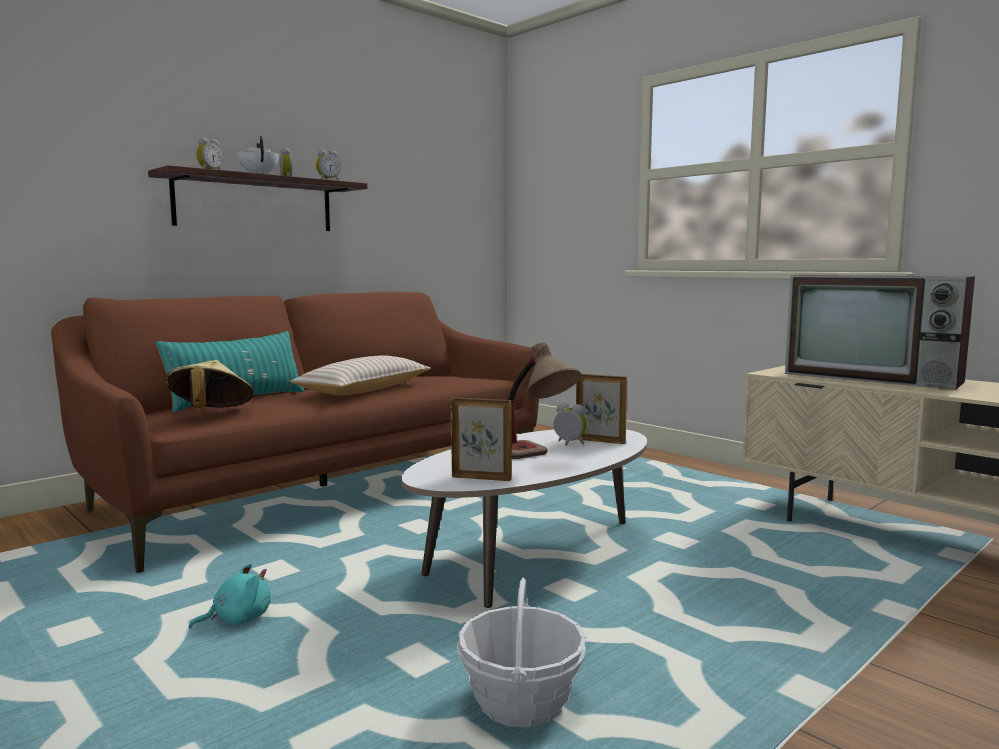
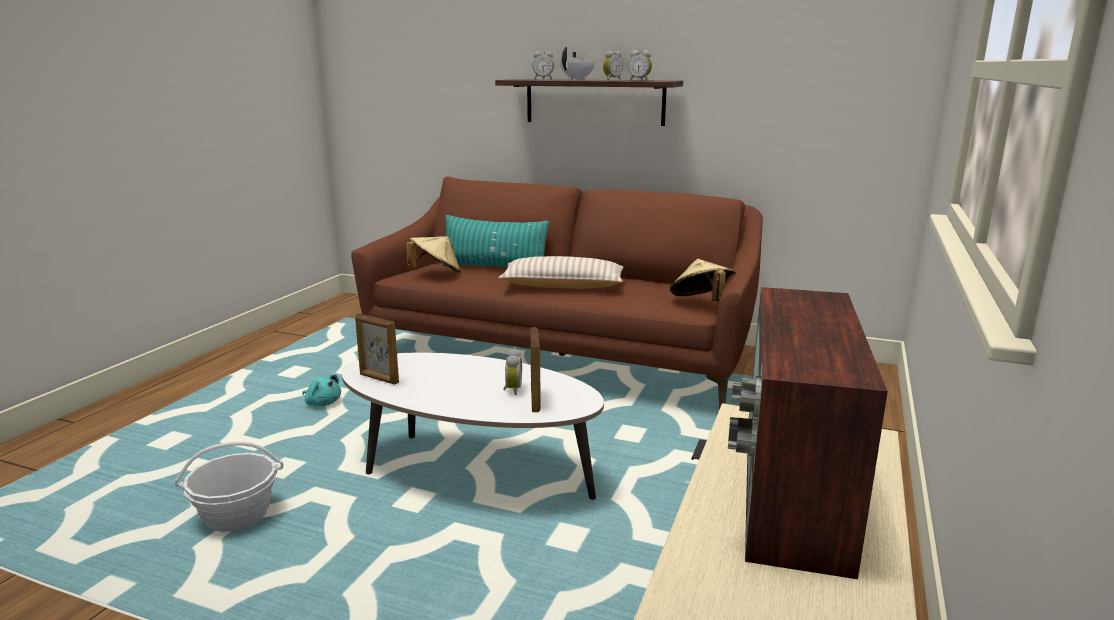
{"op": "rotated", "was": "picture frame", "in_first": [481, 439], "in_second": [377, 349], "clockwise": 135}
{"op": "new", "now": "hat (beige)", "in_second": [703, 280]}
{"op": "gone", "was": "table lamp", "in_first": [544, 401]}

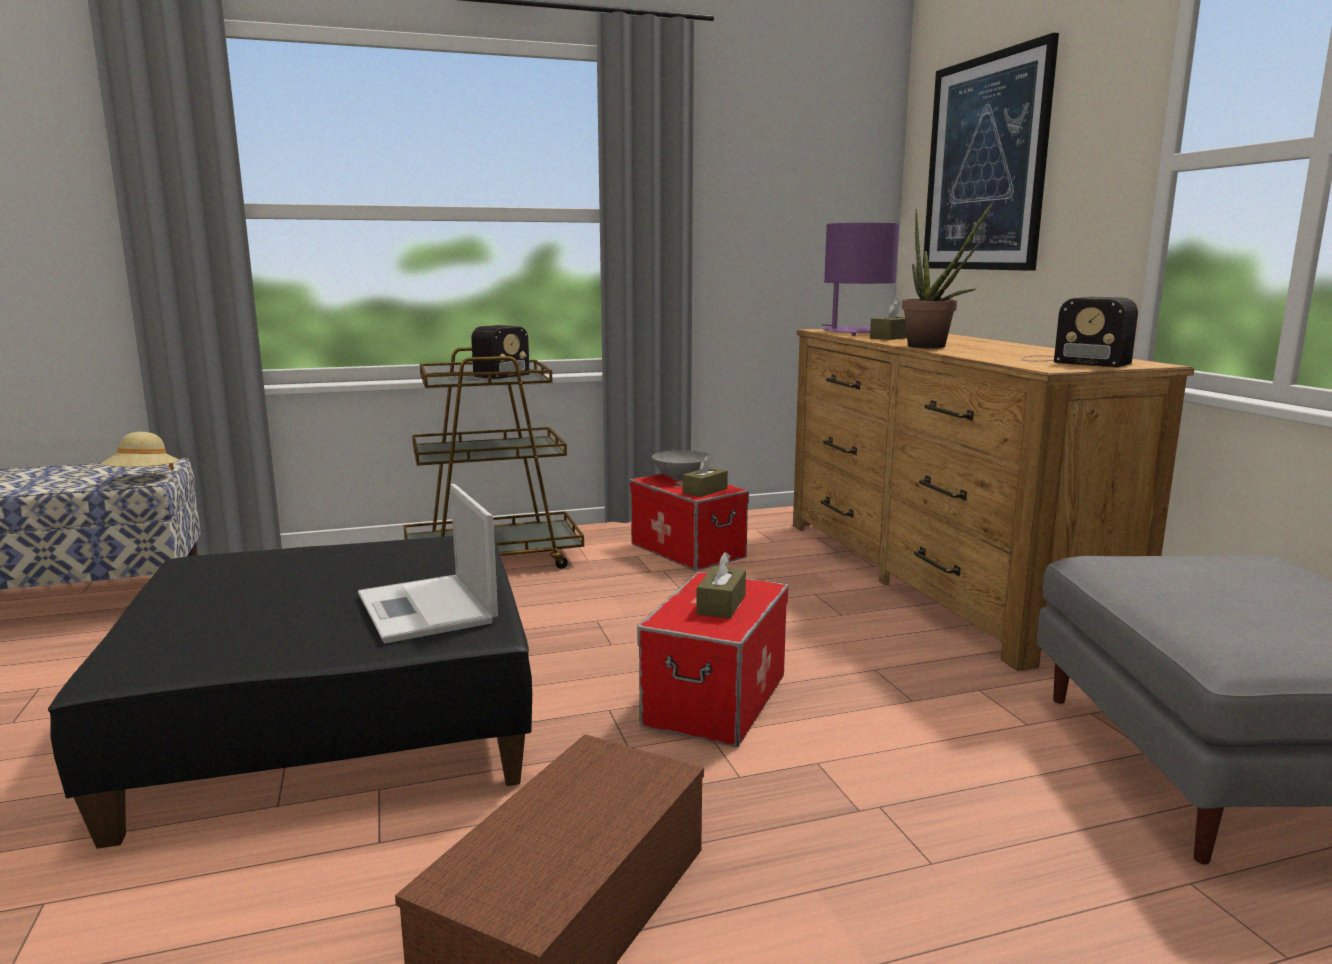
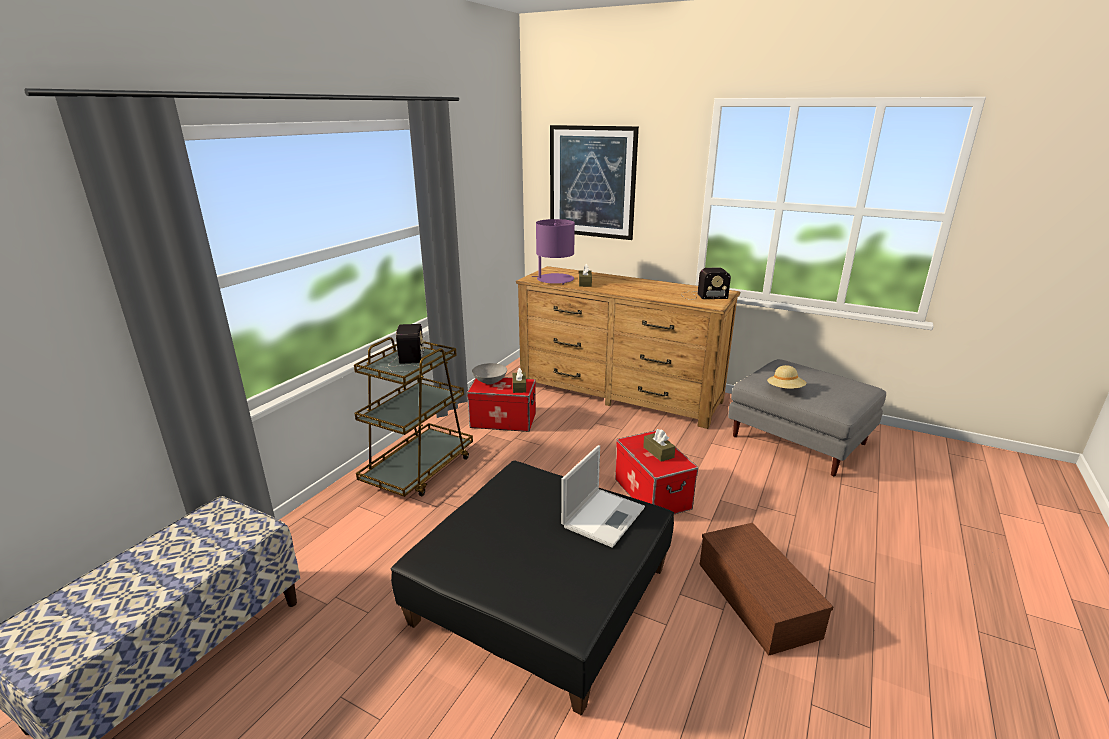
{"op": "rotated", "was": "laptop", "in_first": [428, 563], "in_second": [603, 496], "clockwise": -75}
{"op": "shifted", "was": "hat (beige)", "in_first": [140, 451], "in_second": [786, 377]}
{"op": "gone", "was": "potted plant", "in_first": [948, 274]}

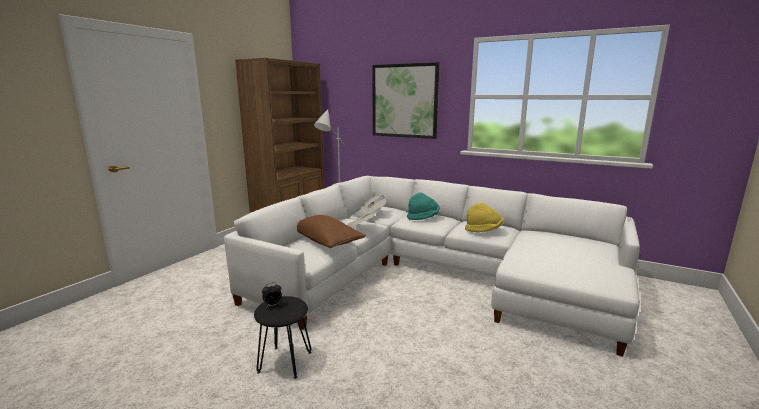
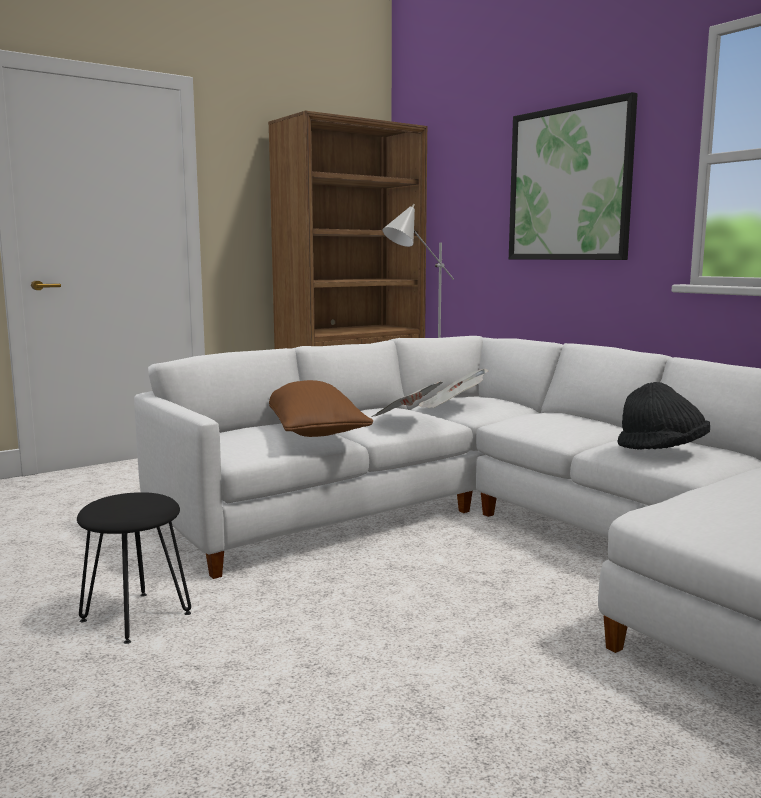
{"op": "repainted", "was": "hat (yellow)", "now": "hat (black)", "in_first": [484, 217], "in_second": [663, 416]}
{"op": "gone", "was": "alarm clock", "in_first": [272, 294]}
{"op": "gone", "was": "hat (turquoise)", "in_first": [423, 206]}

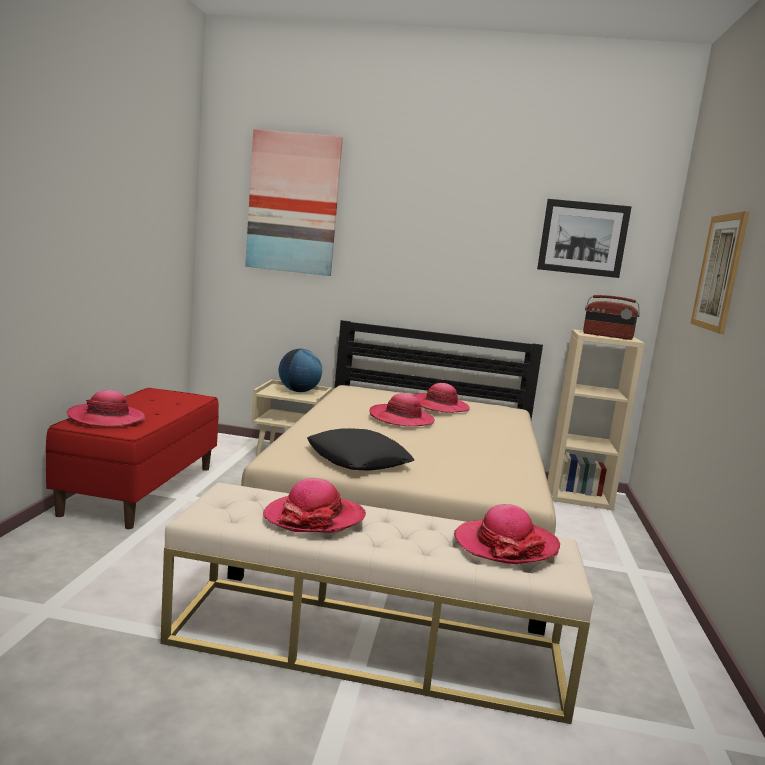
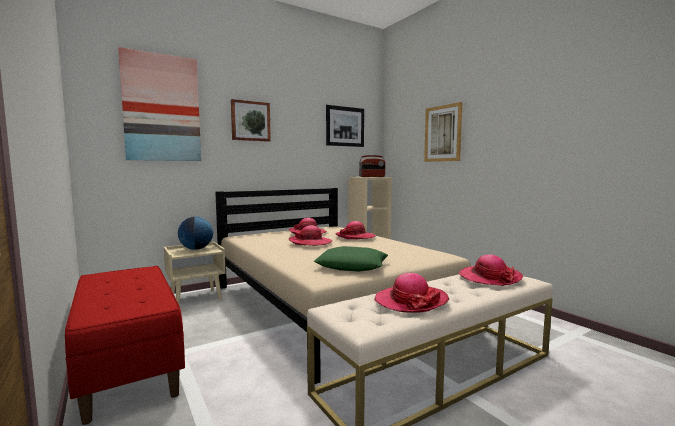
{"op": "new", "now": "picture", "in_second": [251, 120]}
{"op": "repainted", "was": "pillow (black)", "now": "pillow (green)", "in_first": [360, 449], "in_second": [351, 258]}
{"op": "shifted", "was": "hat", "in_first": [106, 408], "in_second": [355, 230]}

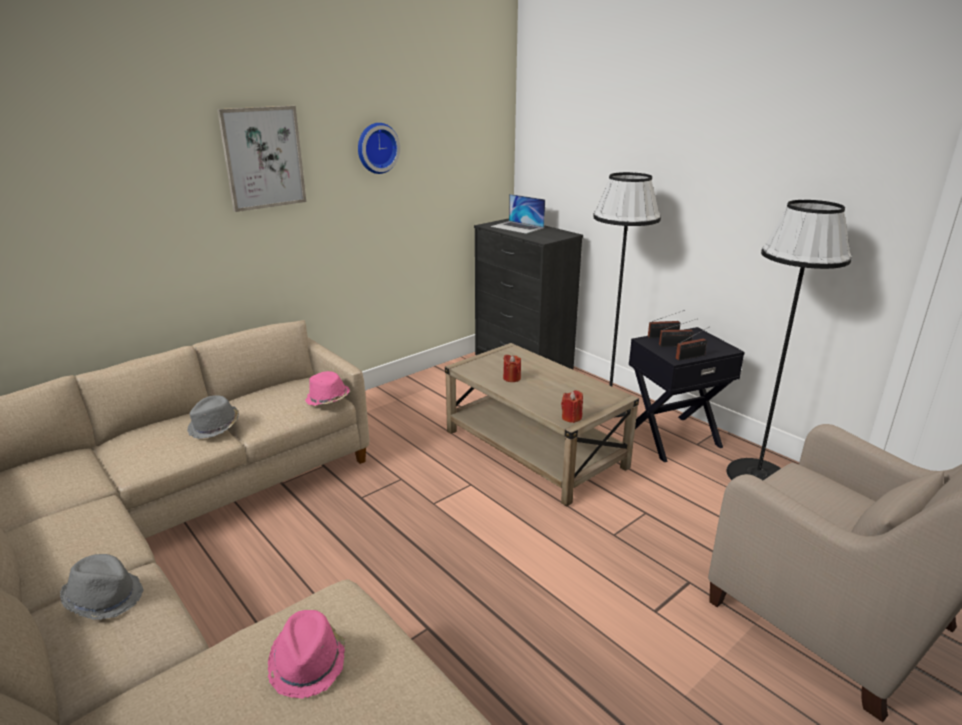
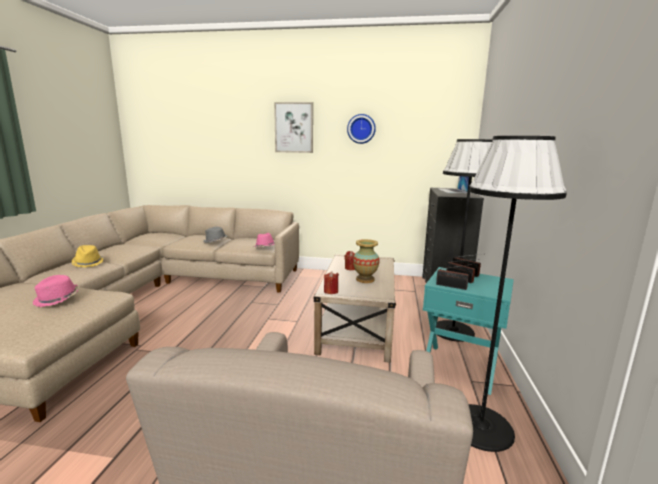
{"op": "repainted", "was": "hat (grey)", "now": "hat (yellow)", "in_first": [101, 587], "in_second": [88, 256]}
{"op": "new", "now": "vase", "in_second": [366, 261]}
{"op": "repainted", "was": "side table (black)", "now": "side table (turquoise)", "in_first": [687, 394], "in_second": [468, 331]}

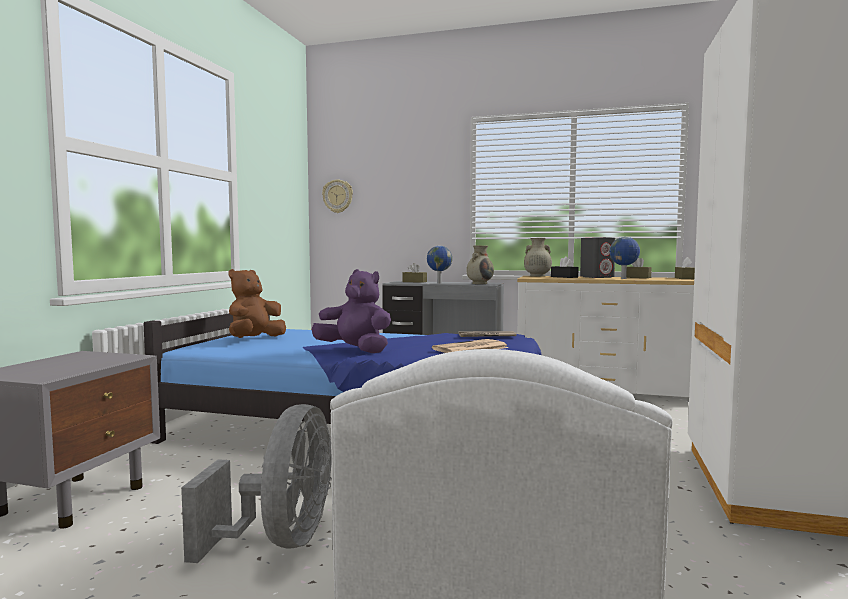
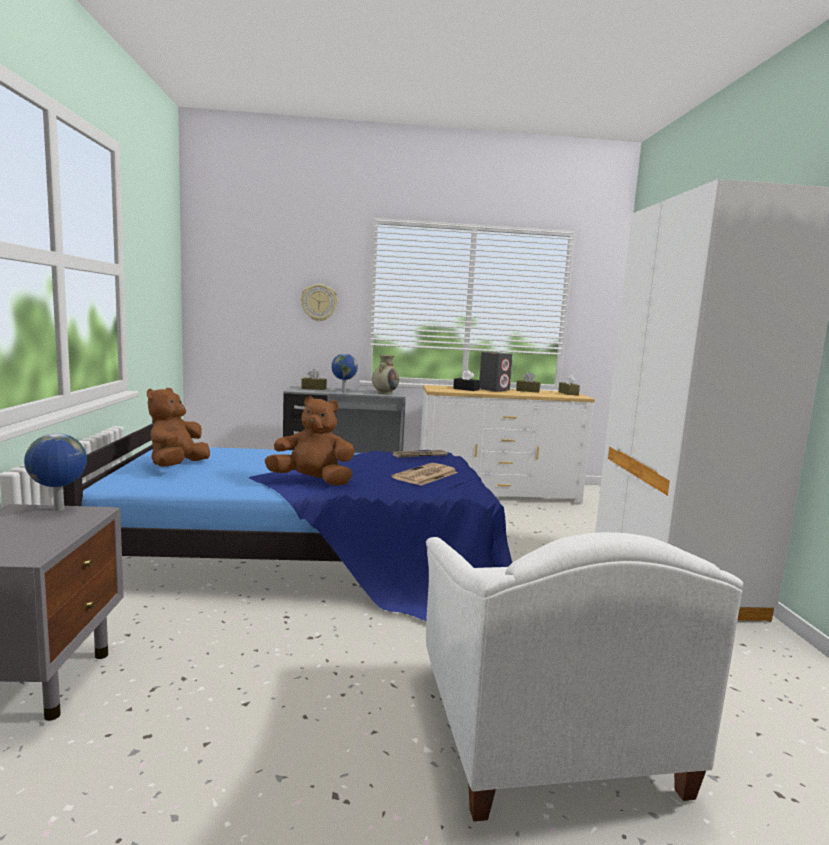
{"op": "shifted", "was": "globe", "in_first": [625, 258], "in_second": [55, 472]}
{"op": "repainted", "was": "plush toy (purple)", "now": "plush toy (brown)", "in_first": [351, 311], "in_second": [310, 441]}
{"op": "shifted", "was": "wall clock", "in_first": [337, 196], "in_second": [319, 302]}
{"op": "gone", "was": "fan (grey)", "in_first": [256, 483]}
{"op": "gone", "was": "vase (beige)", "in_first": [538, 257]}

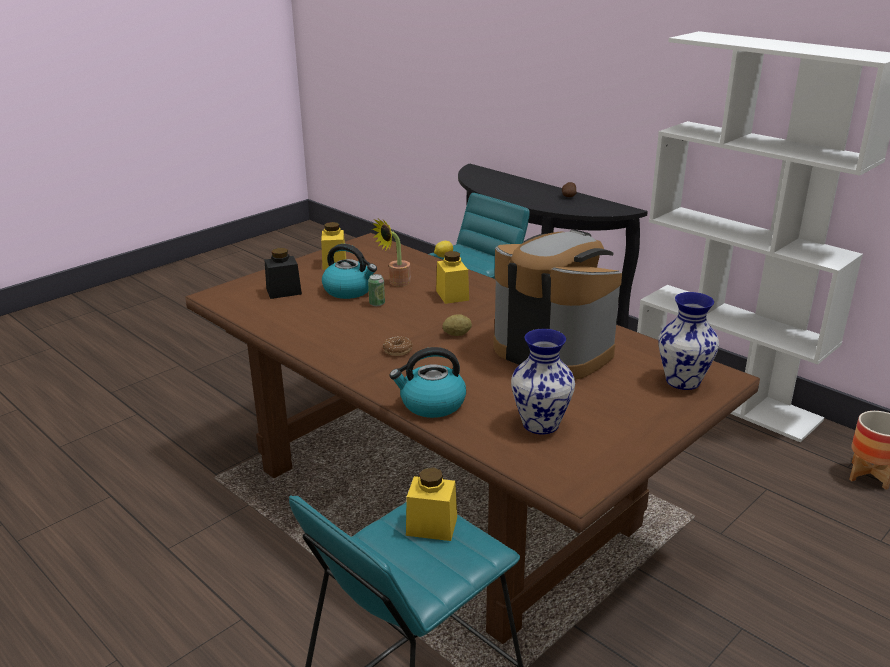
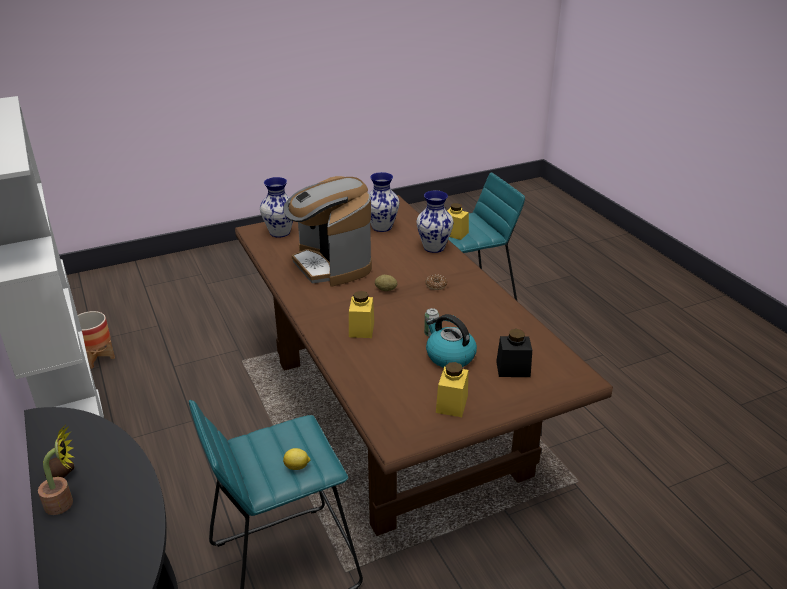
{"op": "shifted", "was": "potted plant", "in_first": [391, 252], "in_second": [55, 470]}
{"op": "swapped", "was": "kettle", "now": "vase", "in_first": [427, 382], "in_second": [435, 222]}

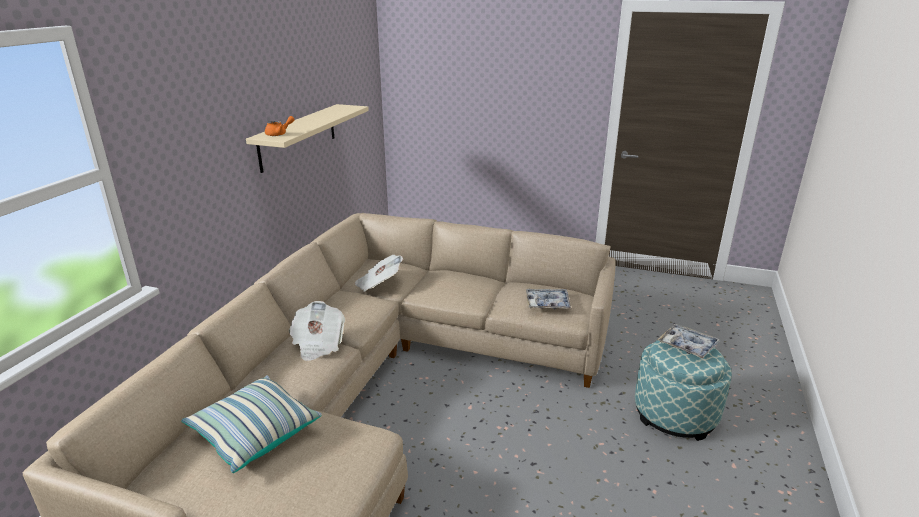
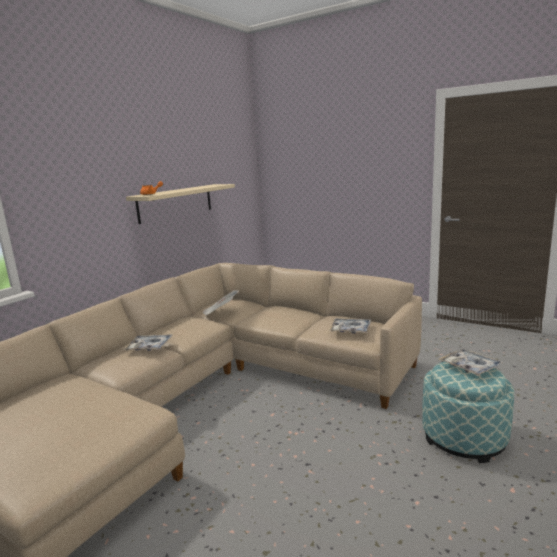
{"op": "swapped", "was": "newspaper", "now": "tray", "in_first": [317, 331], "in_second": [147, 343]}
{"op": "gone", "was": "pillow", "in_first": [251, 424]}

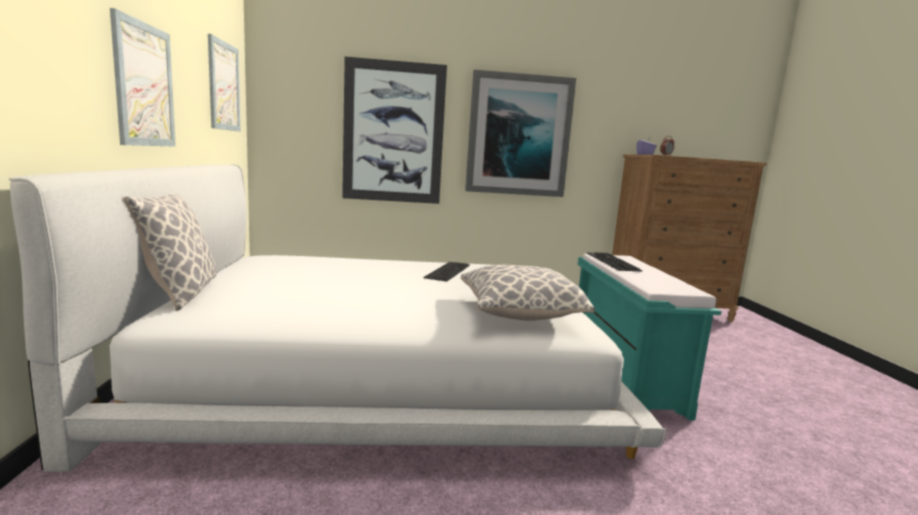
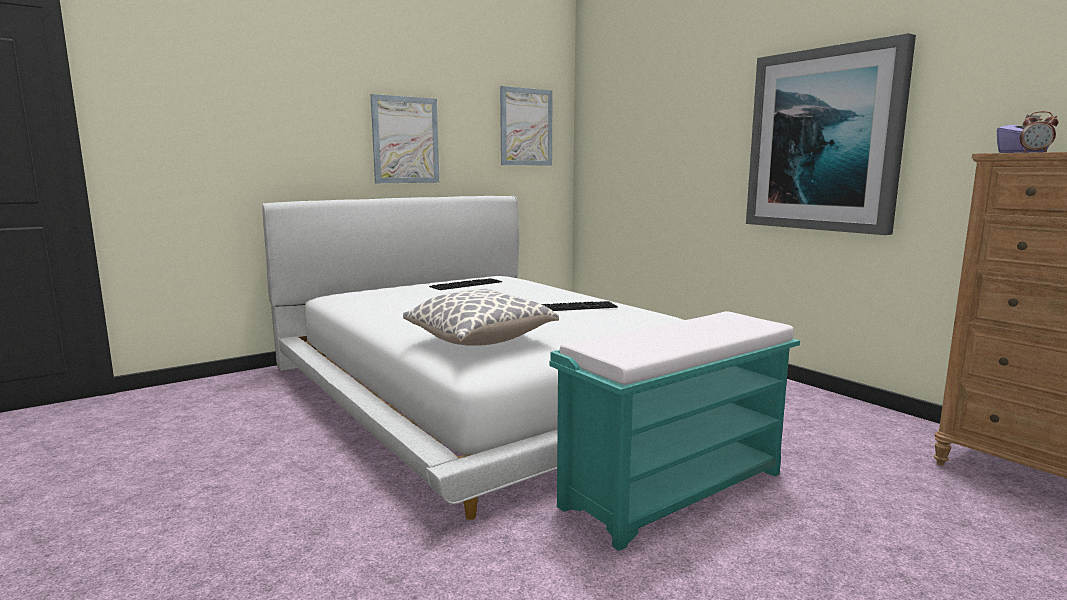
{"op": "shifted", "was": "keyboard", "in_first": [614, 261], "in_second": [465, 284]}
{"op": "gone", "was": "pillow", "in_first": [169, 252]}
{"op": "gone", "was": "picture", "in_first": [394, 130]}

